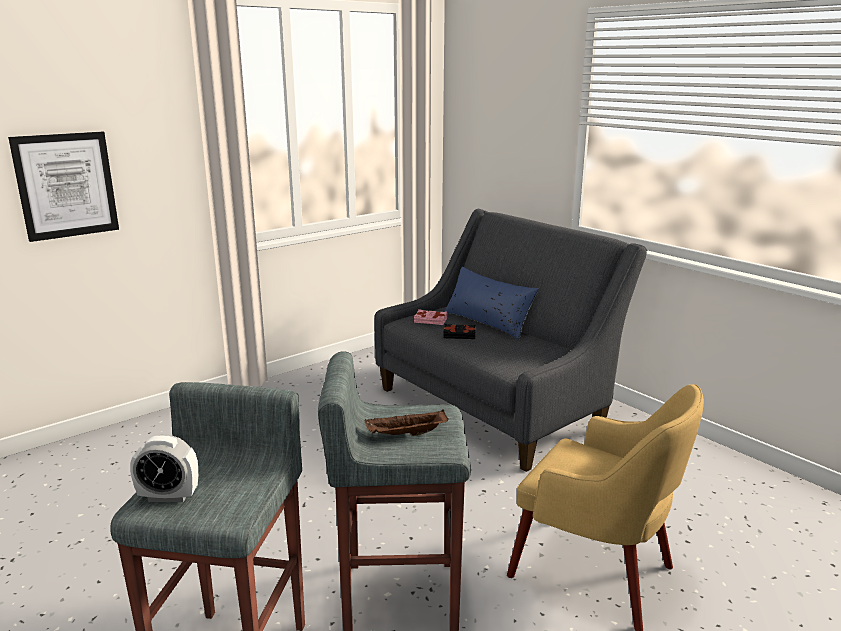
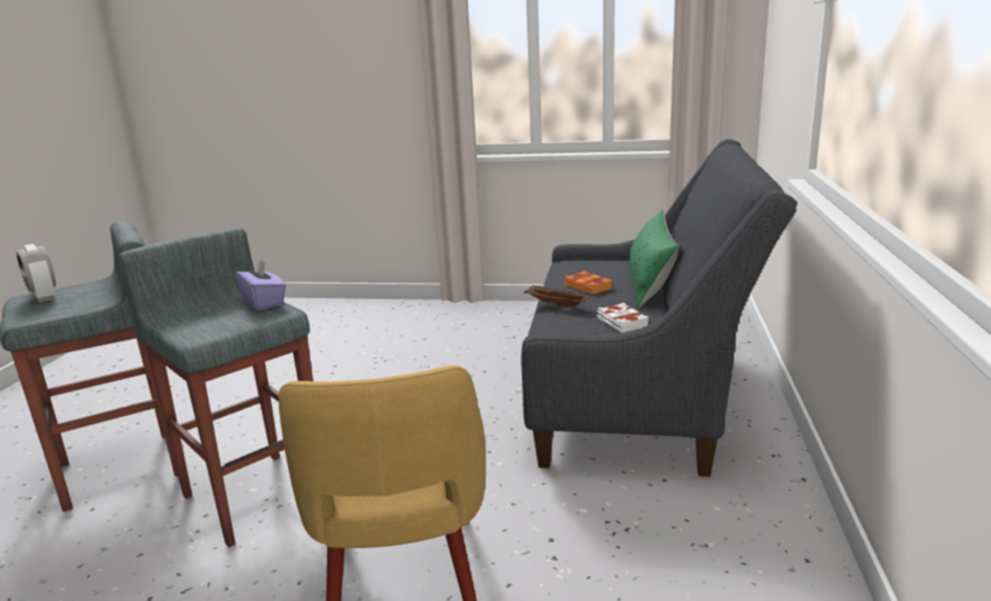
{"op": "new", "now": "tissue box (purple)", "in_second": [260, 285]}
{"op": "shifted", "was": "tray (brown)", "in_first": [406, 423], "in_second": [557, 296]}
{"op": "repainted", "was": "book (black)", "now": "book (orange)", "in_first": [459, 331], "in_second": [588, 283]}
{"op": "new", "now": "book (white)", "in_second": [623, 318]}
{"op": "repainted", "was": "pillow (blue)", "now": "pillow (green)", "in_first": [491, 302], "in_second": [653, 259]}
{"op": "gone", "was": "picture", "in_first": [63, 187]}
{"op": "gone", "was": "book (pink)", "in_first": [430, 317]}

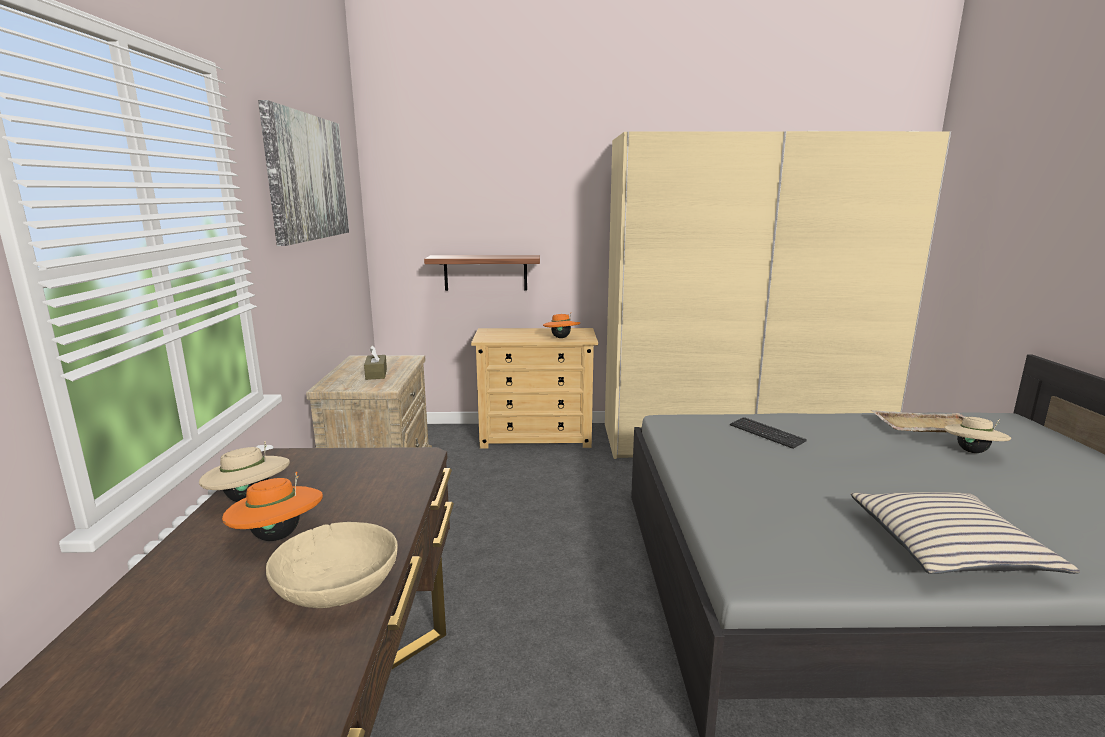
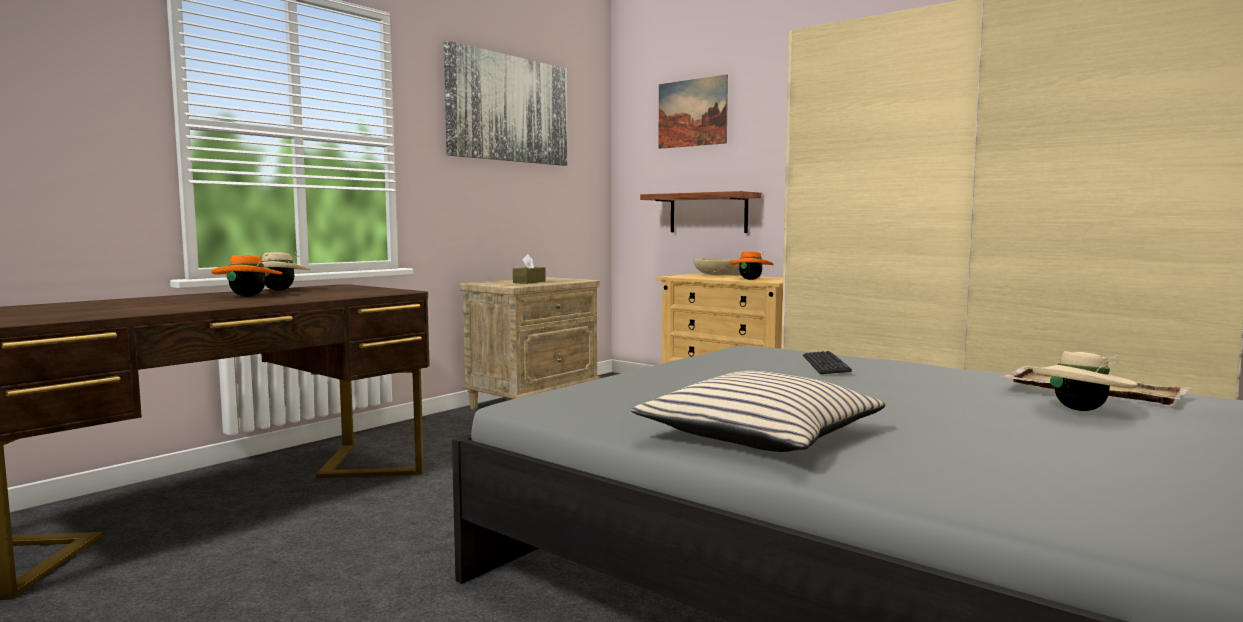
{"op": "new", "now": "picture", "in_second": [693, 111]}
{"op": "shifted", "was": "bowl (beige)", "in_first": [332, 565], "in_second": [716, 266]}

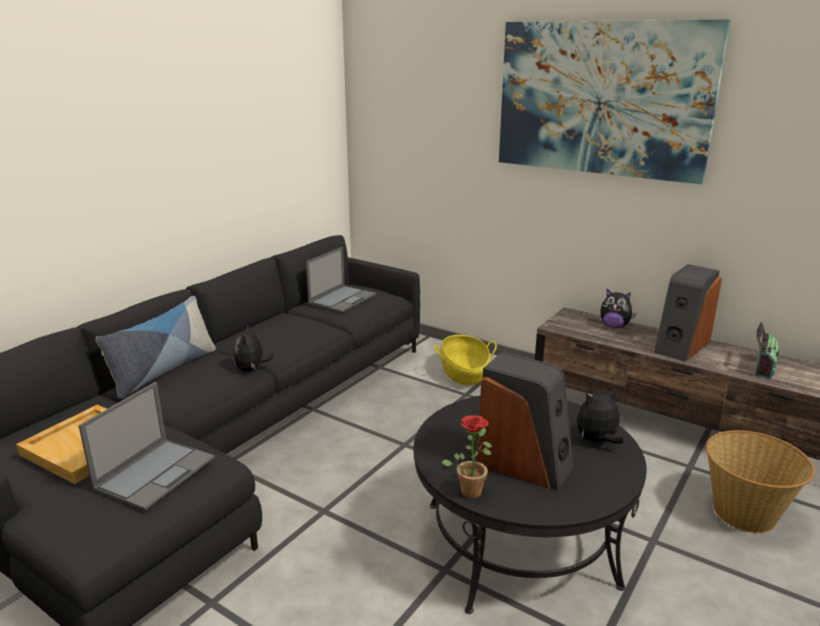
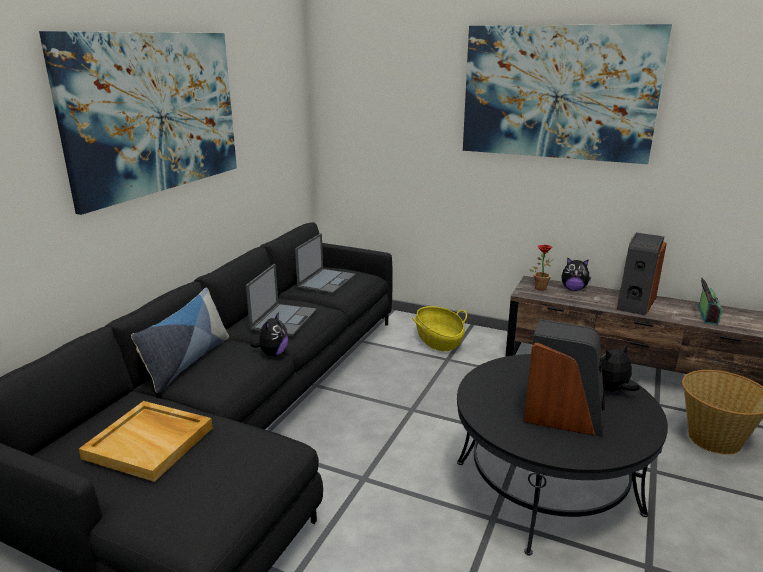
{"op": "new", "now": "picture", "in_second": [138, 123]}
{"op": "shifted", "was": "laptop", "in_first": [146, 446], "in_second": [281, 300]}
{"op": "rotated", "was": "plush toy", "in_first": [253, 348], "in_second": [269, 334], "clockwise": -150}
{"op": "shifted", "was": "potted plant", "in_first": [467, 457], "in_second": [541, 268]}

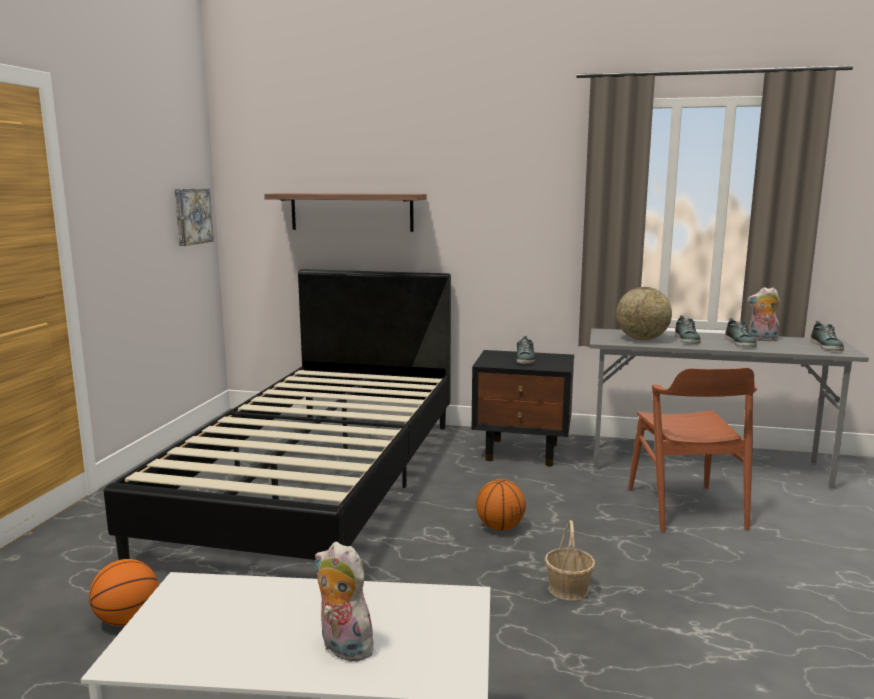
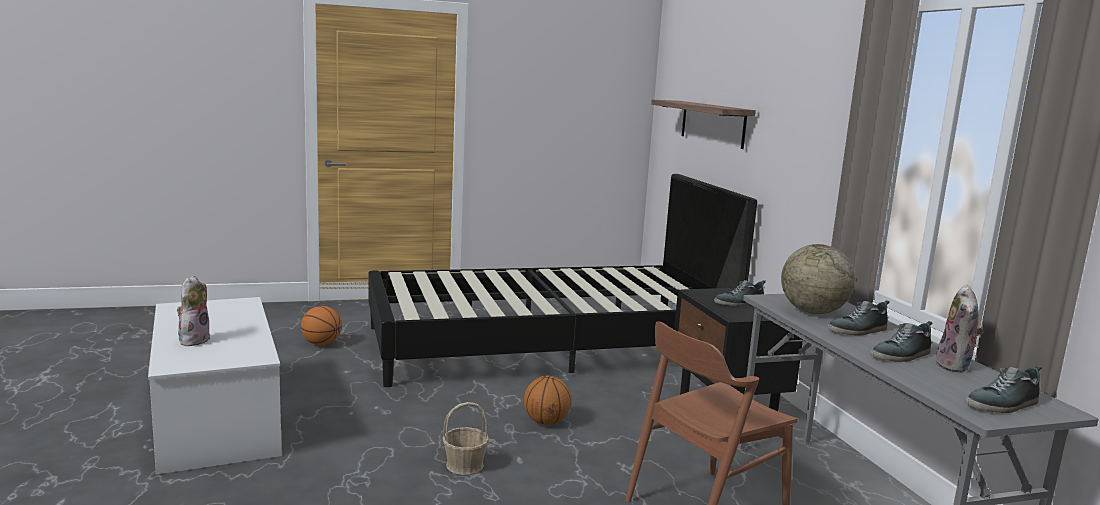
{"op": "rotated", "was": "plush toy", "in_first": [763, 314], "in_second": [959, 329], "clockwise": -150}
{"op": "gone", "was": "picture", "in_first": [194, 217]}

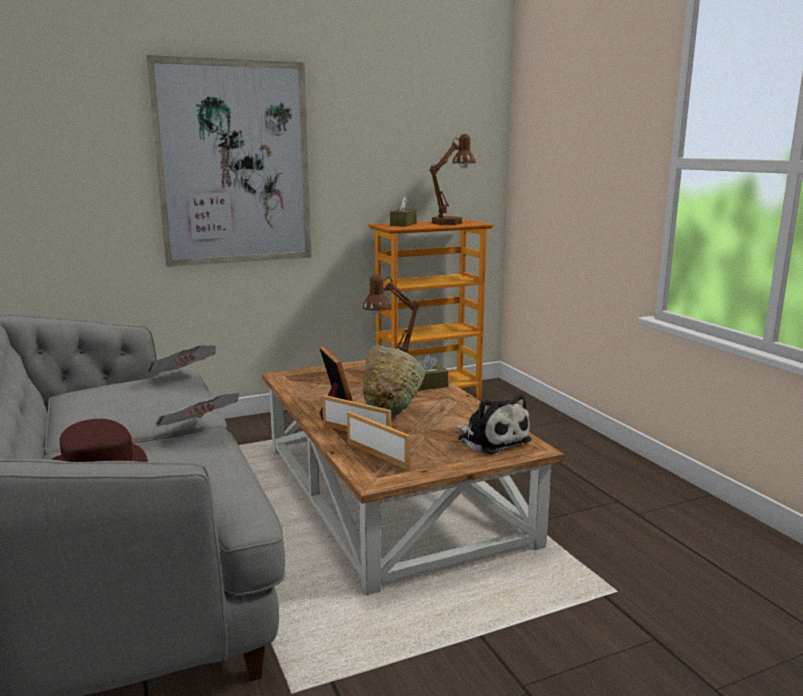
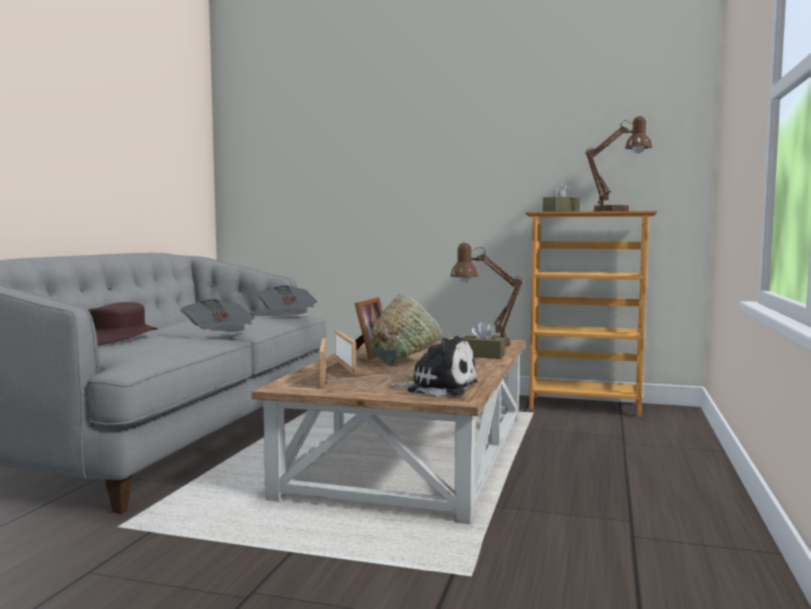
{"op": "rotated", "was": "plush toy", "in_first": [494, 424], "in_second": [433, 366], "clockwise": -75}
{"op": "gone", "was": "picture", "in_first": [229, 161]}

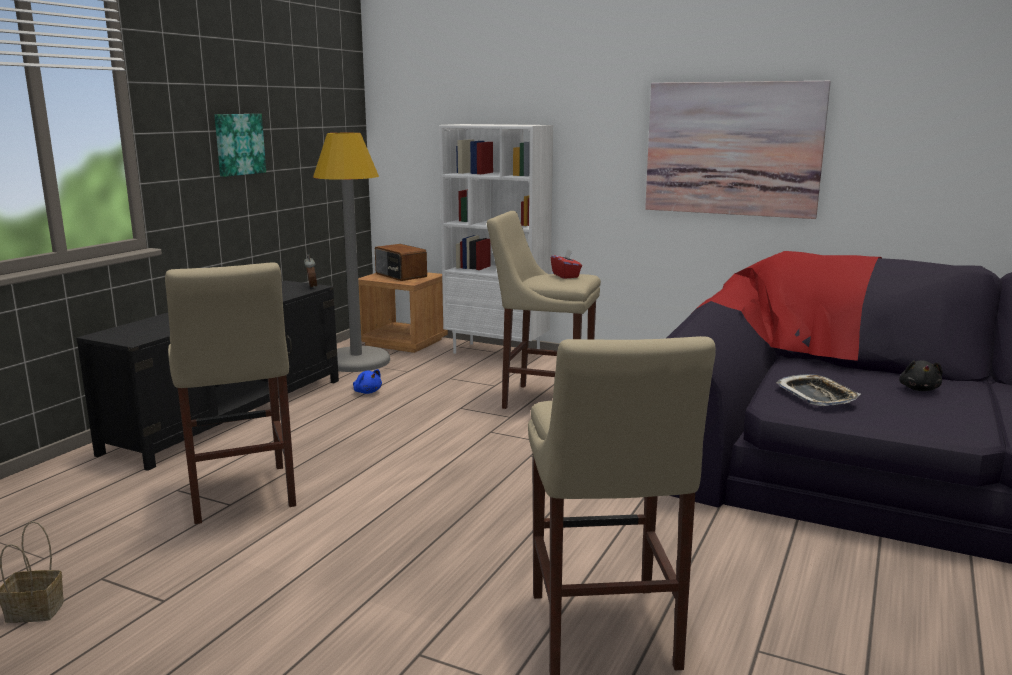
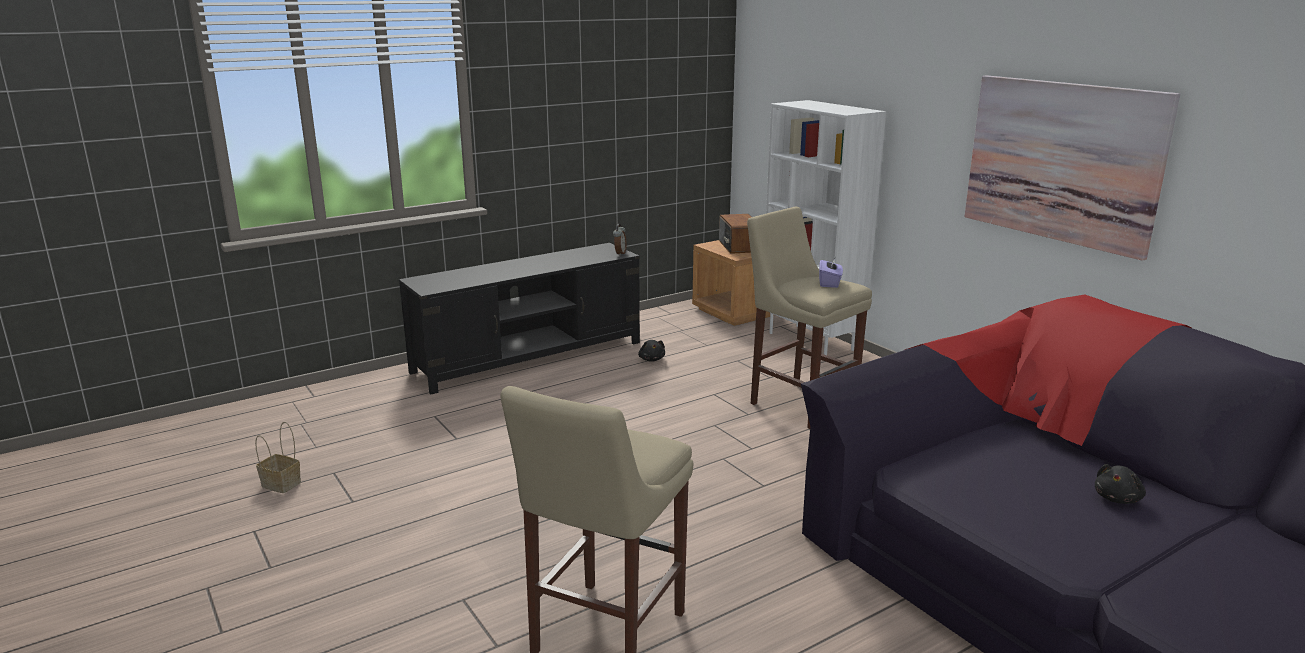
{"op": "repainted", "was": "plush toy (blue)", "now": "plush toy (black)", "in_first": [367, 381], "in_second": [651, 351]}
{"op": "repainted", "was": "tissue box (red)", "now": "tissue box (purple)", "in_first": [566, 264], "in_second": [831, 272]}
{"op": "gone", "was": "stool (beige)", "in_first": [230, 393]}
{"op": "gone", "was": "picture", "in_first": [240, 145]}
{"op": "gone", "was": "floor lamp (grey)", "in_first": [351, 252]}
{"op": "gone", "was": "tray", "in_first": [818, 390]}

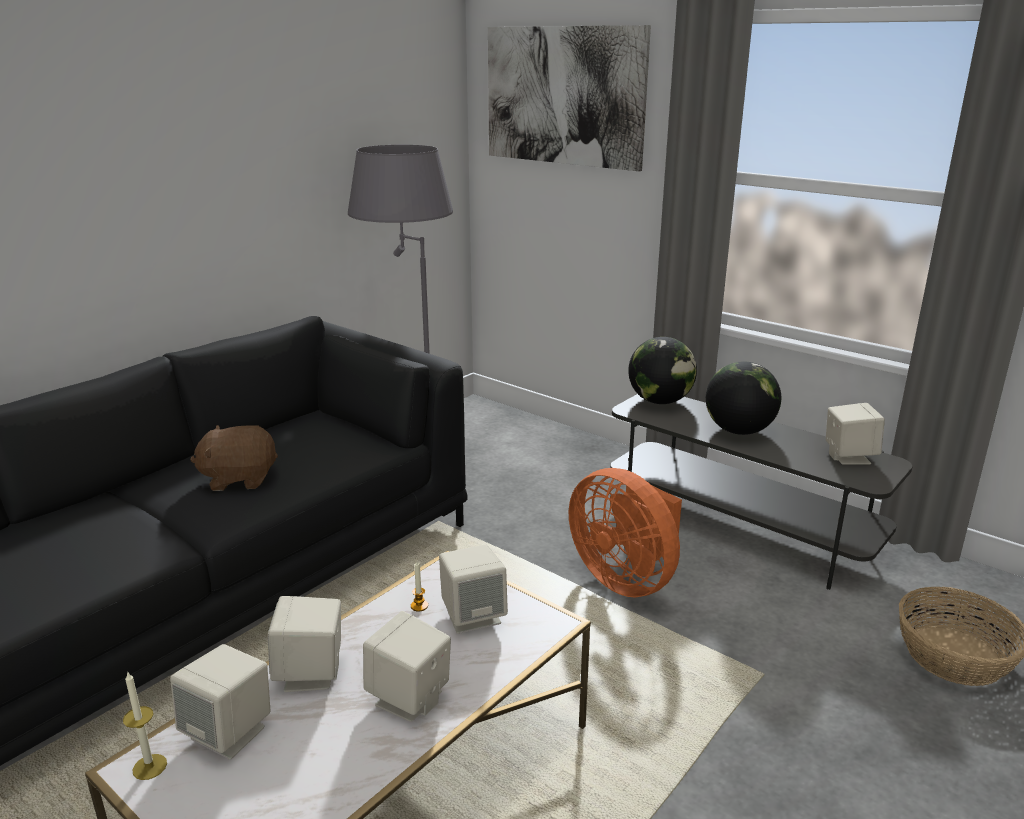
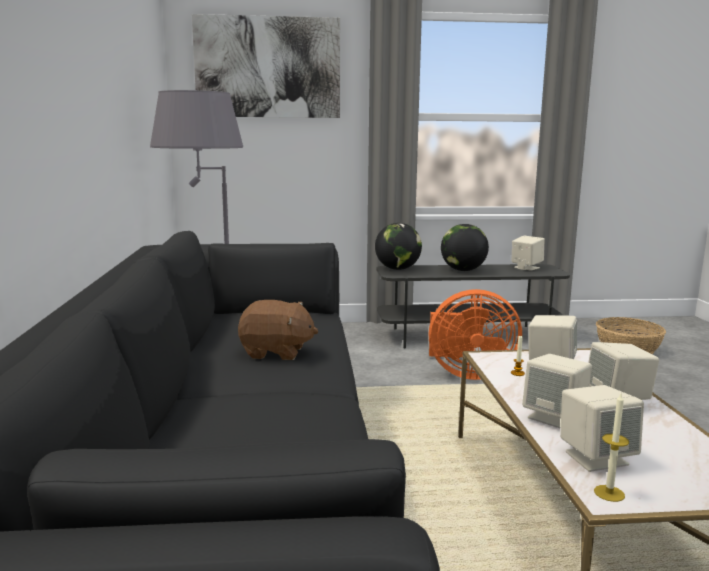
{"op": "rotated", "was": "plush toy (brown)", "in_first": [234, 458], "in_second": [278, 330], "clockwise": -120}

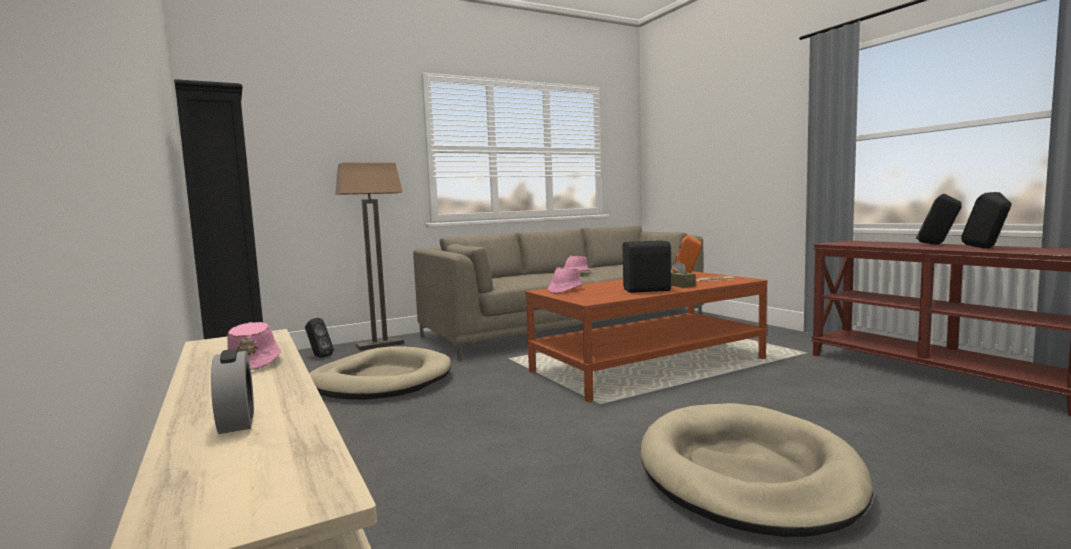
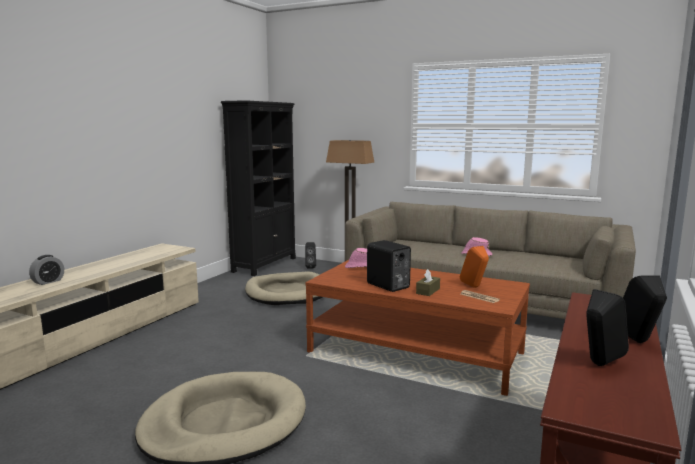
{"op": "gone", "was": "hat (pink)", "in_first": [254, 346]}

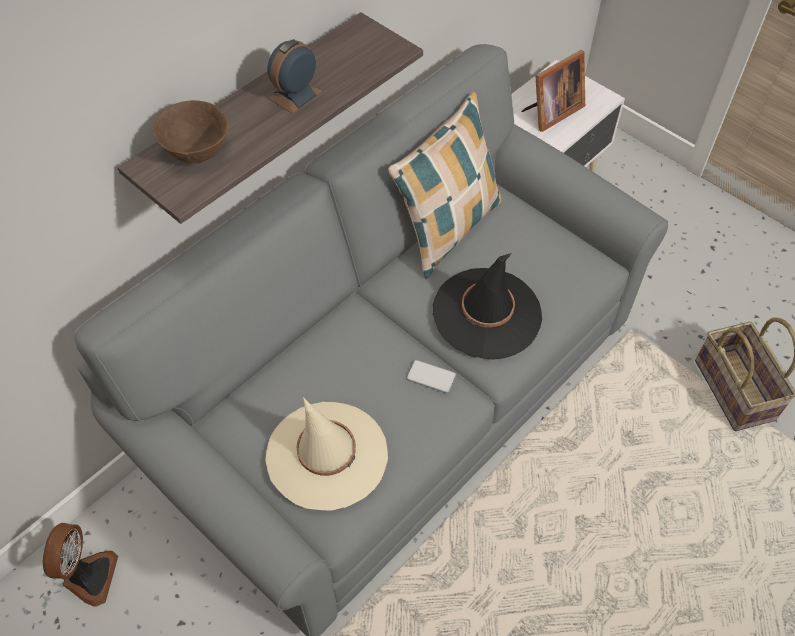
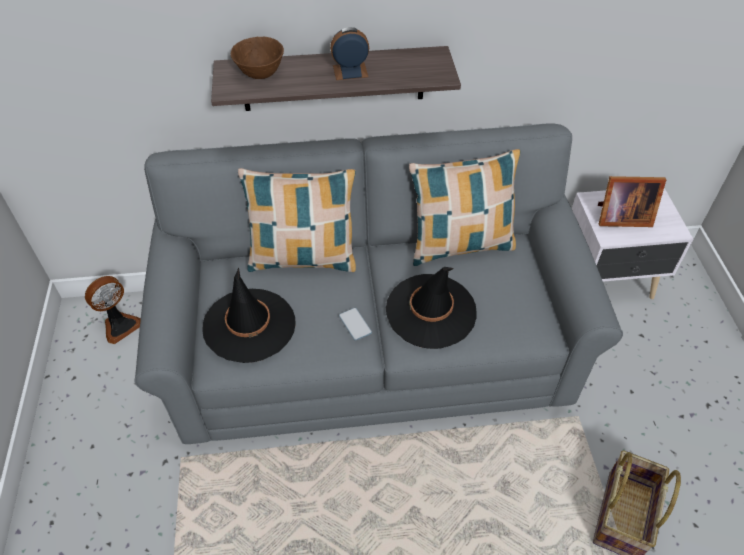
{"op": "repainted", "was": "hat (beige)", "now": "hat (black)", "in_first": [326, 454], "in_second": [249, 315]}
{"op": "new", "now": "pillow", "in_second": [297, 220]}

